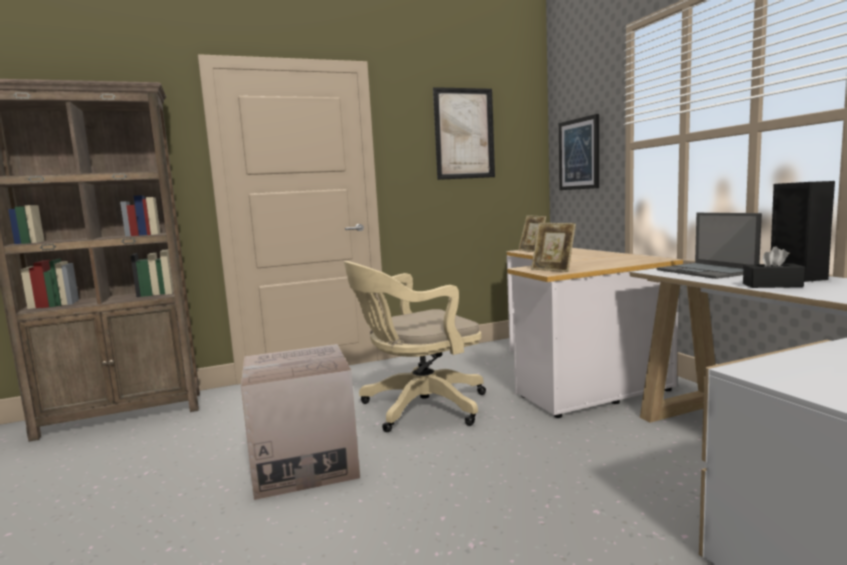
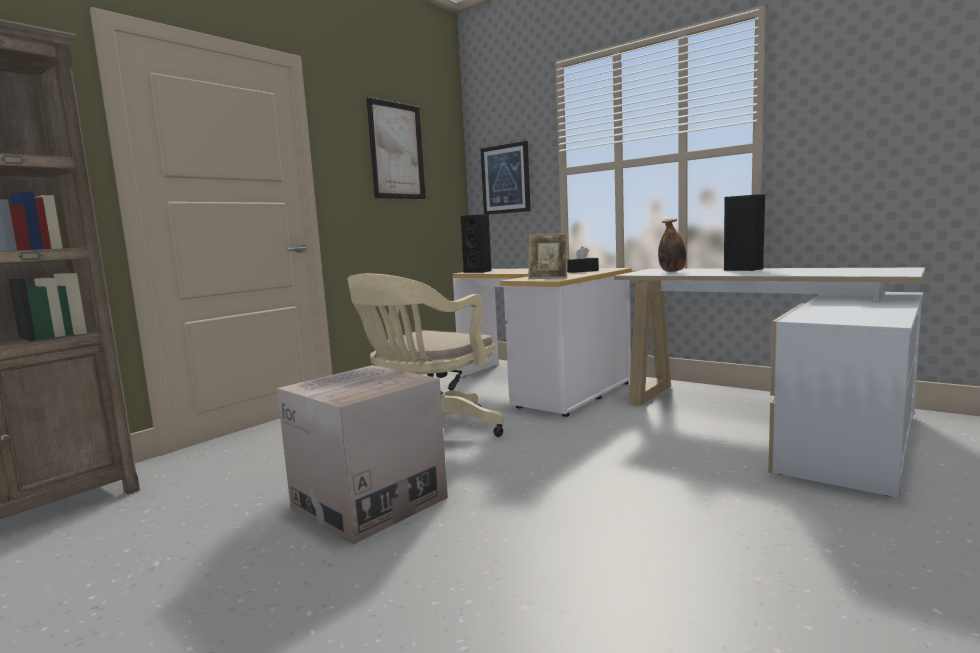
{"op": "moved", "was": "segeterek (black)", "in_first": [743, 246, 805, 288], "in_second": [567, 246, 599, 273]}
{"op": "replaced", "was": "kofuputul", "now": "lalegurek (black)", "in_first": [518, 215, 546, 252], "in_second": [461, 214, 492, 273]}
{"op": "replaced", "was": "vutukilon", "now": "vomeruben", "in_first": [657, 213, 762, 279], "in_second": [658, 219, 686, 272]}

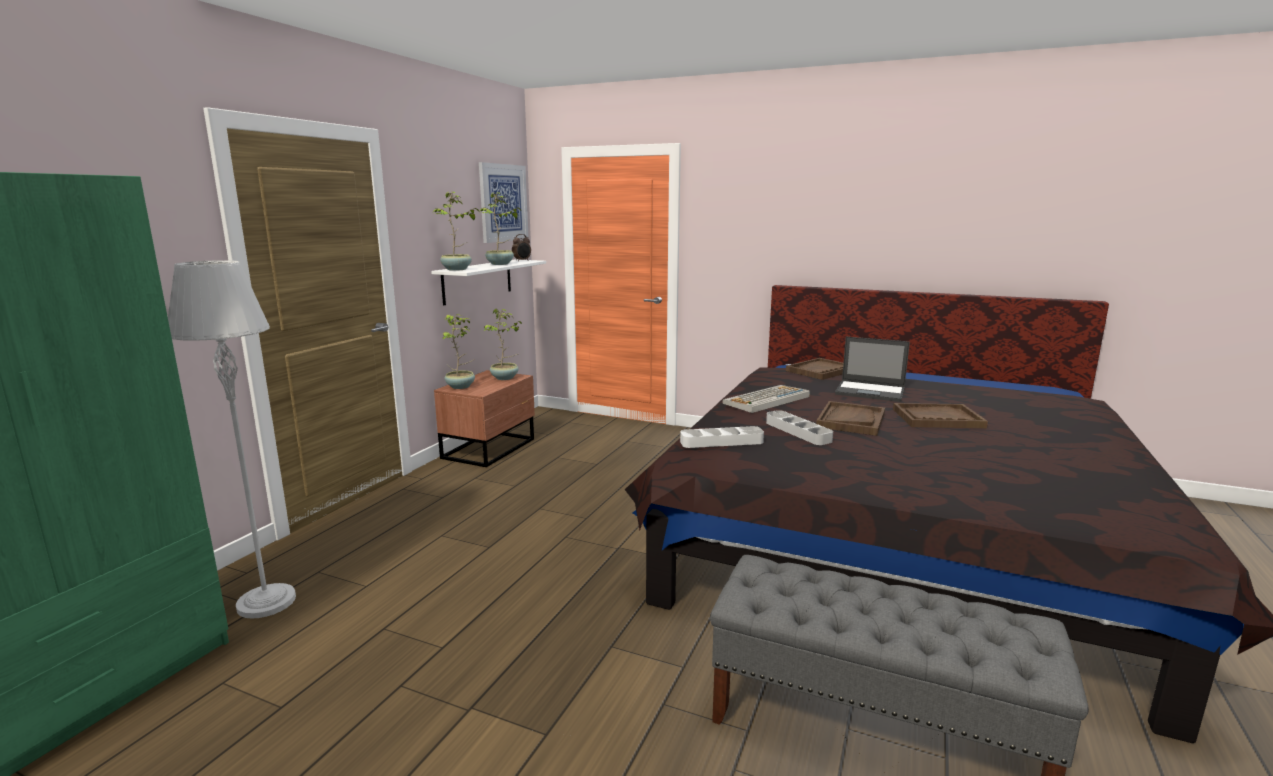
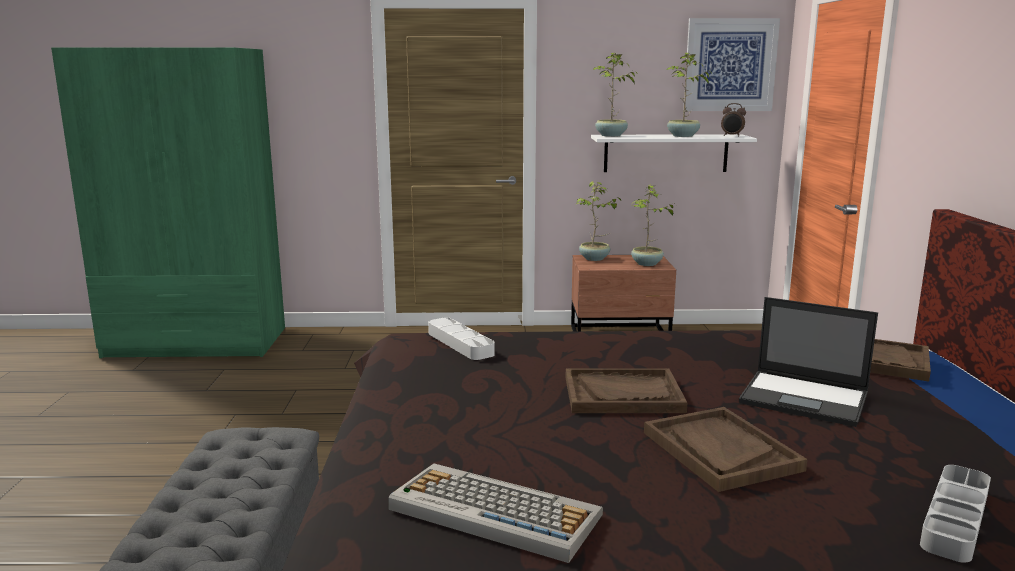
{"op": "removed", "was": "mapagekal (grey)", "in_first": [168, 260, 296, 618]}
{"op": "moved", "was": "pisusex", "in_first": [722, 385, 810, 413], "in_second": [389, 463, 603, 563]}
{"op": "moved", "was": "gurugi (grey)", "in_first": [766, 410, 833, 445], "in_second": [920, 465, 991, 563]}
{"op": "turned", "was": "vutukilon", "in_first": [835, 337, 910, 402], "in_second": [739, 297, 878, 427], "clockwise": -60}

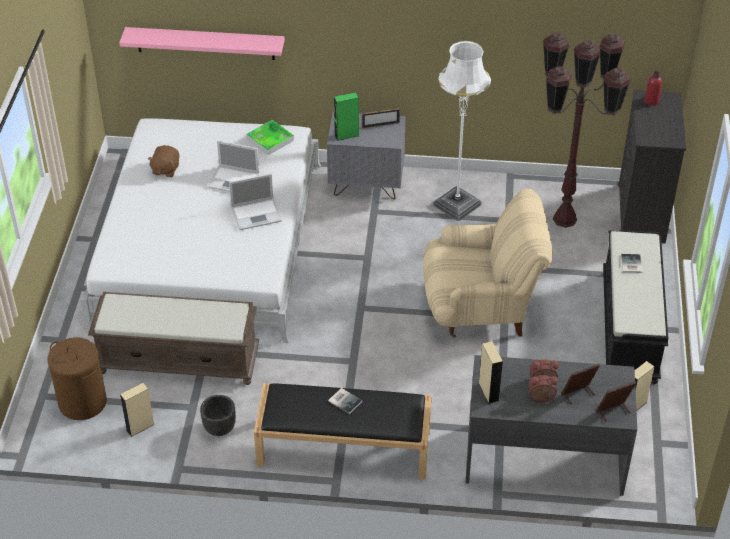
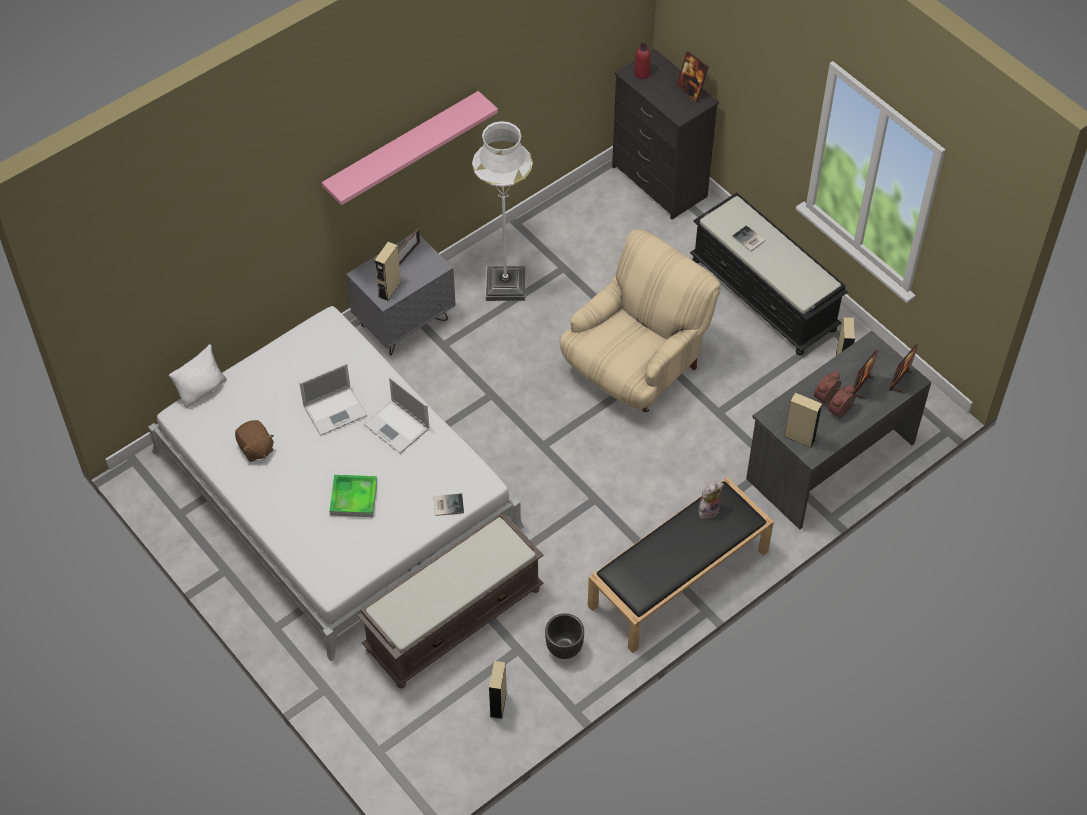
{"op": "removed", "was": "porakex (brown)", "in_first": [47, 337, 107, 420]}
{"op": "removed", "was": "mapagekal (brown)", "in_first": [543, 32, 630, 228]}
{"op": "added", "now": "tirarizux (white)", "in_second": [169, 344, 227, 409]}
{"op": "added", "now": "kofuputul", "in_second": [676, 51, 709, 102]}
{"op": "added", "now": "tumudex", "in_second": [698, 483, 724, 519]}
{"op": "moved", "was": "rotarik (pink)", "in_first": [119, 27, 285, 60], "in_second": [322, 91, 498, 205]}
{"op": "moved", "was": "gurugi", "in_first": [246, 120, 294, 155], "in_second": [329, 475, 377, 517]}
{"op": "moved", "was": "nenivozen", "in_first": [328, 388, 362, 414], "in_second": [433, 493, 464, 516]}
{"op": "recoloured", "was": "lalegurek (green)", "now": "lalegurek (beige)", "in_first": [334, 92, 359, 141], "in_second": [375, 242, 401, 301]}
{"op": "turned", "was": "vutukilon", "in_first": [229, 173, 282, 230], "in_second": [364, 377, 429, 454], "clockwise": 105}

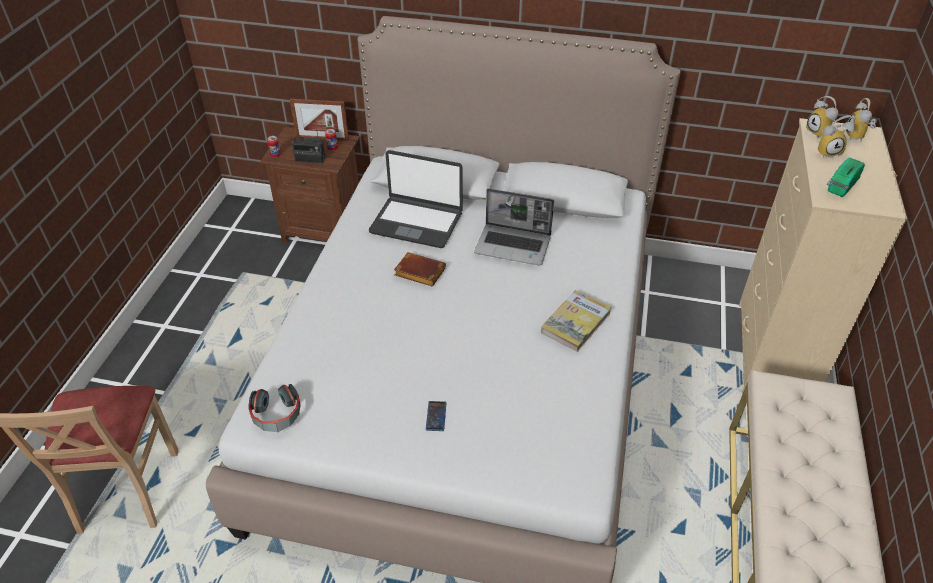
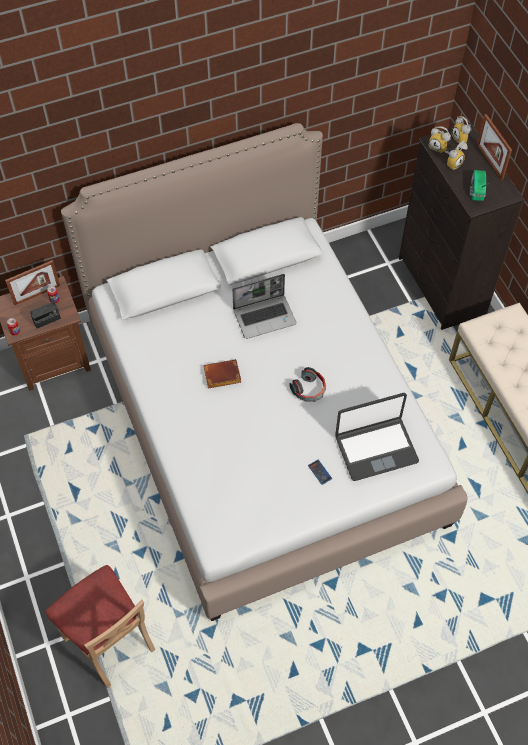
{"op": "removed", "was": "nenivozen", "in_first": [541, 290, 612, 352]}
{"op": "added", "now": "kofuputul", "in_second": [477, 114, 512, 180]}
{"op": "moved", "was": "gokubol", "in_first": [249, 384, 301, 432], "in_second": [289, 367, 326, 402]}
{"op": "moved", "was": "vutukilon", "in_first": [369, 150, 463, 248], "in_second": [335, 393, 419, 481]}
{"op": "recoloured", "was": "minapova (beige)", "now": "minapova (black)", "in_first": [739, 118, 907, 394], "in_second": [399, 122, 525, 330]}

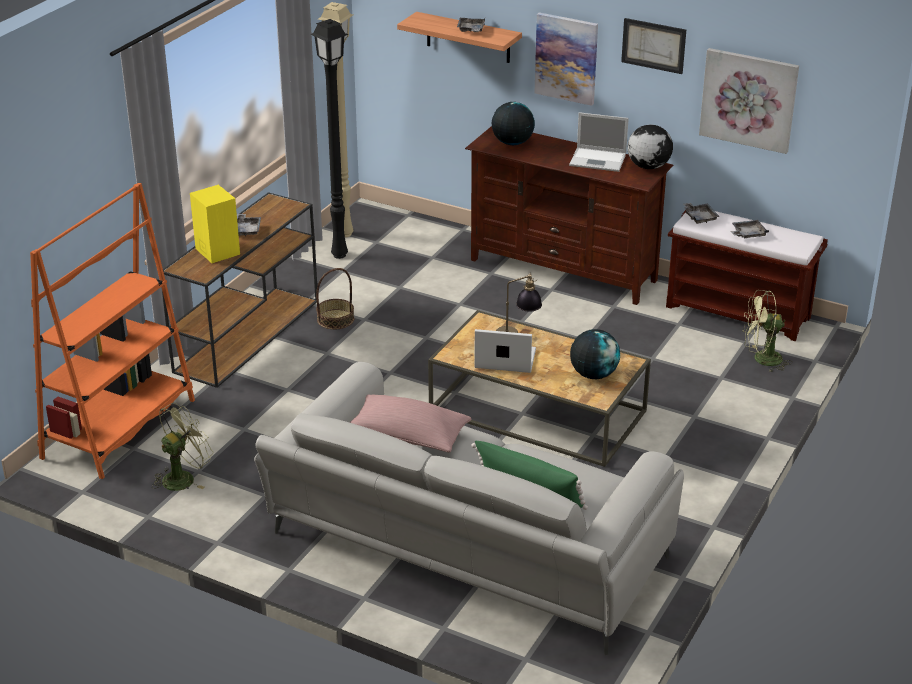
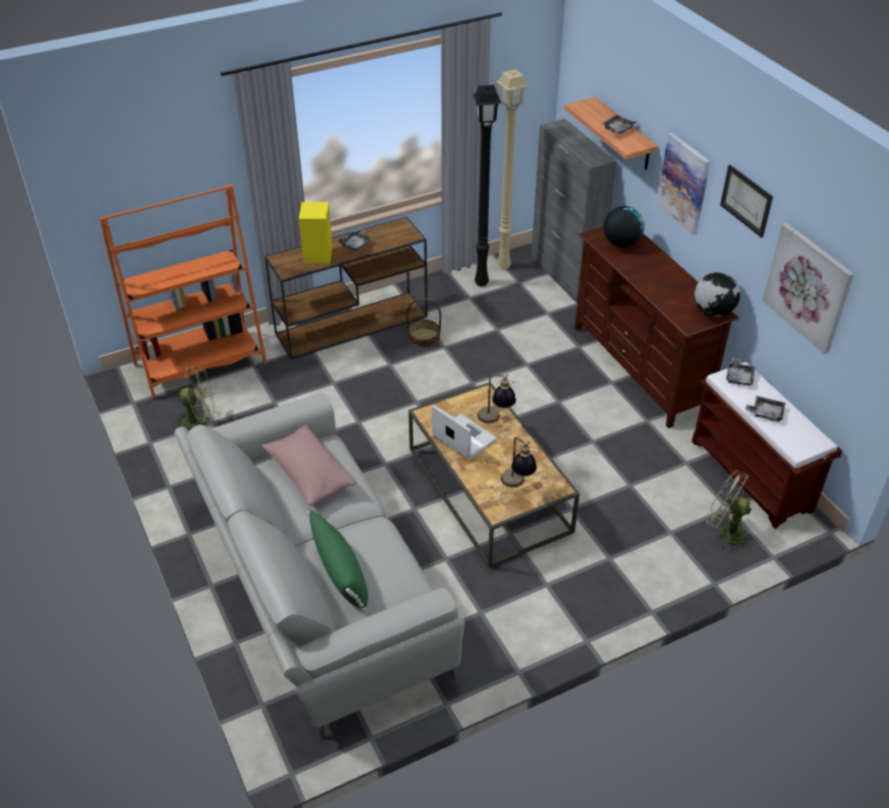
{"op": "removed", "was": "vutukilon", "in_first": [569, 112, 629, 172]}
{"op": "added", "now": "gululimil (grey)", "in_second": [531, 118, 617, 303]}
{"op": "replaced", "was": "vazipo", "now": "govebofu", "in_first": [570, 329, 620, 379], "in_second": [501, 437, 537, 488]}

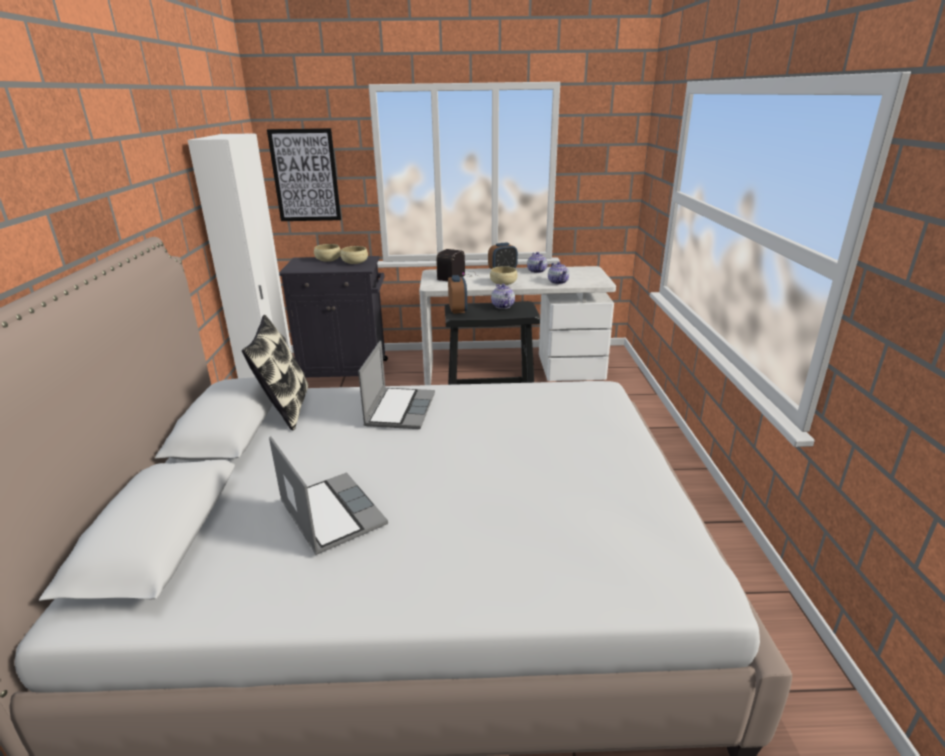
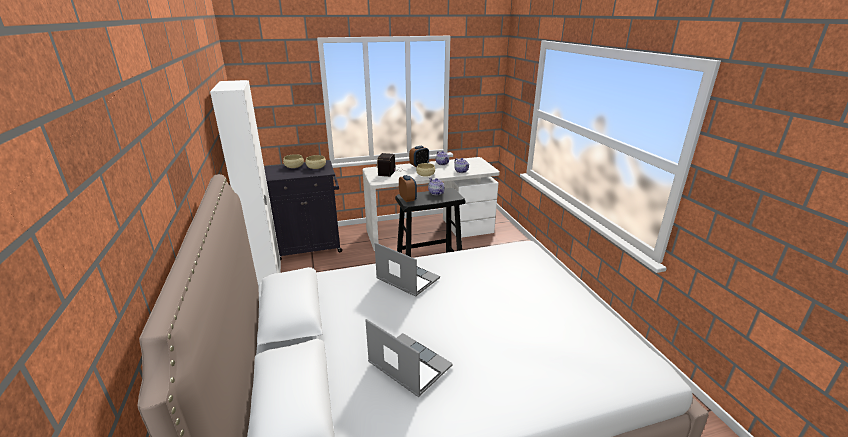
{"op": "removed", "was": "tirarizux", "in_first": [242, 315, 308, 431]}
{"op": "removed", "was": "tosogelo", "in_first": [267, 128, 341, 221]}
{"op": "turned", "was": "vutukilon", "in_first": [358, 340, 435, 429], "in_second": [375, 242, 440, 297], "clockwise": -45}

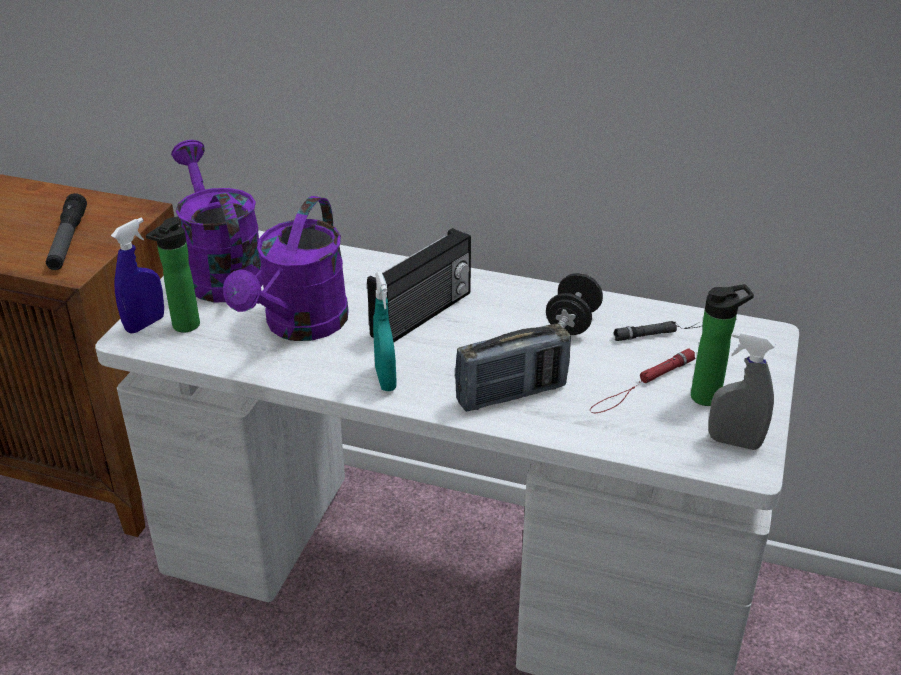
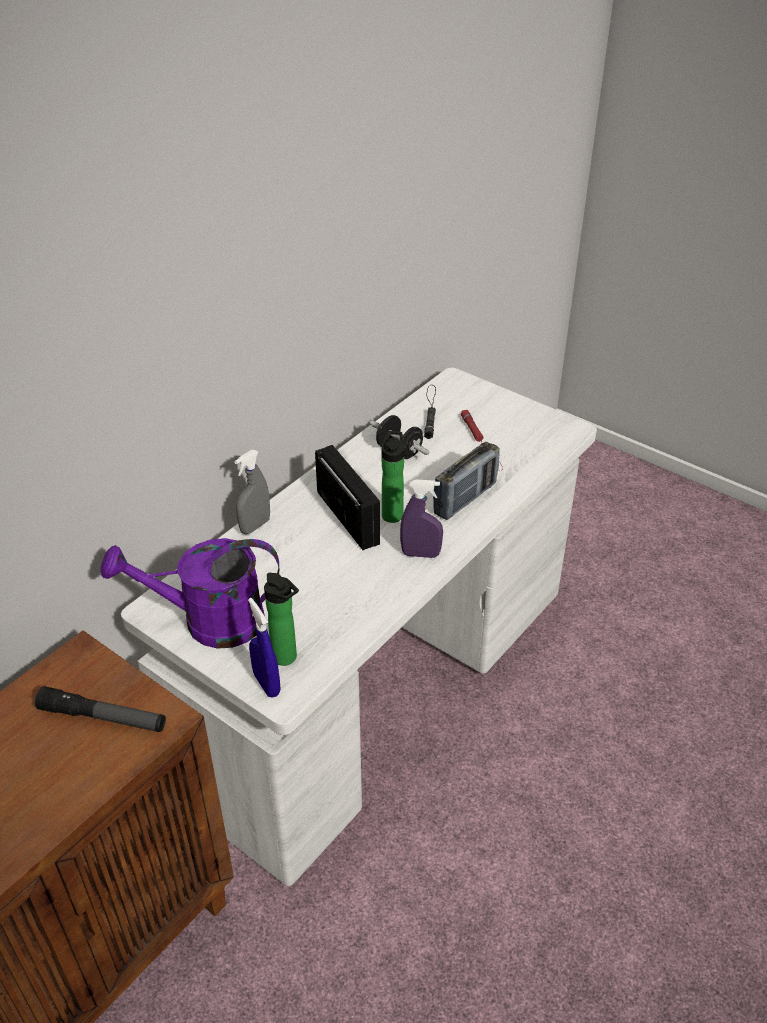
{"op": "removed", "was": "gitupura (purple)", "in_first": [223, 196, 349, 341]}
{"op": "moved", "was": "vomeruben", "in_first": [691, 284, 754, 406], "in_second": [382, 431, 404, 523]}
{"op": "moved", "was": "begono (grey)", "in_first": [709, 331, 775, 450], "in_second": [234, 450, 270, 534]}
{"op": "recoloured", "was": "begono (turquoise)", "now": "begono (purple)", "in_first": [373, 272, 396, 391], "in_second": [400, 479, 443, 558]}
{"op": "turned", "was": "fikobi", "in_first": [455, 324, 571, 412], "in_second": [433, 442, 500, 520], "clockwise": 45}

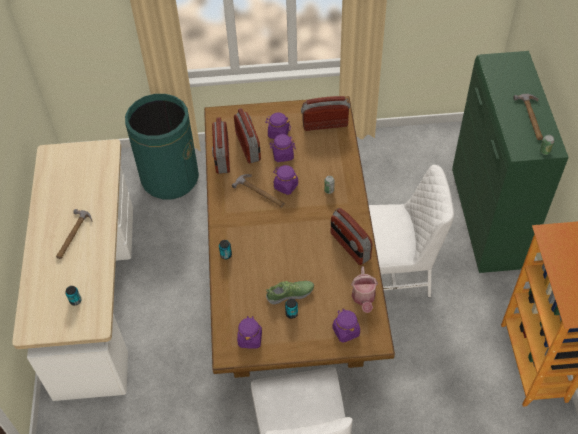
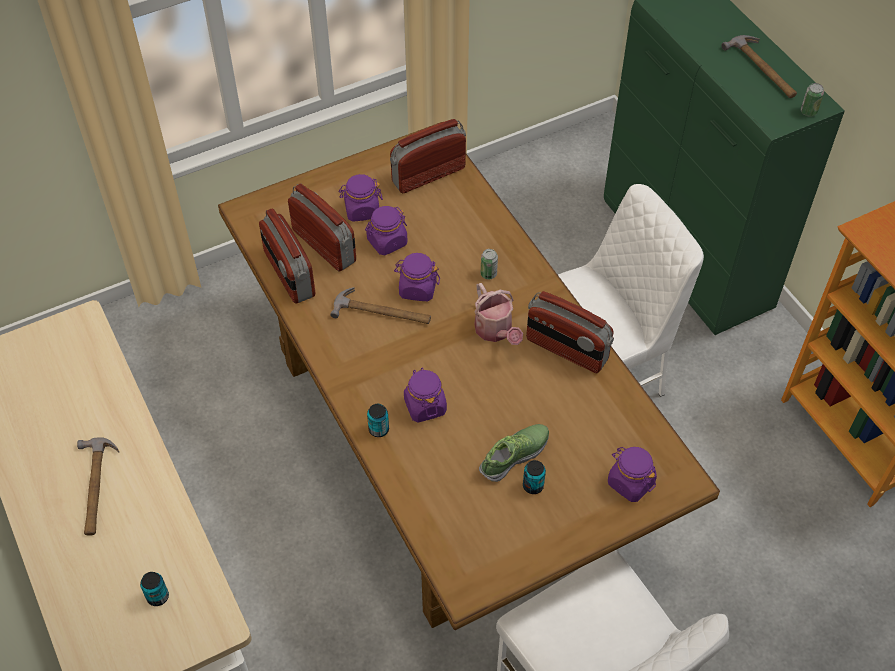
{"op": "removed", "was": "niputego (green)", "in_first": [125, 94, 199, 199]}
{"op": "moved", "was": "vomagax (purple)", "in_first": [237, 316, 262, 349], "in_second": [404, 368, 447, 422]}
{"op": "moved", "was": "gitupura", "in_first": [351, 266, 378, 313], "in_second": [474, 283, 523, 345]}

